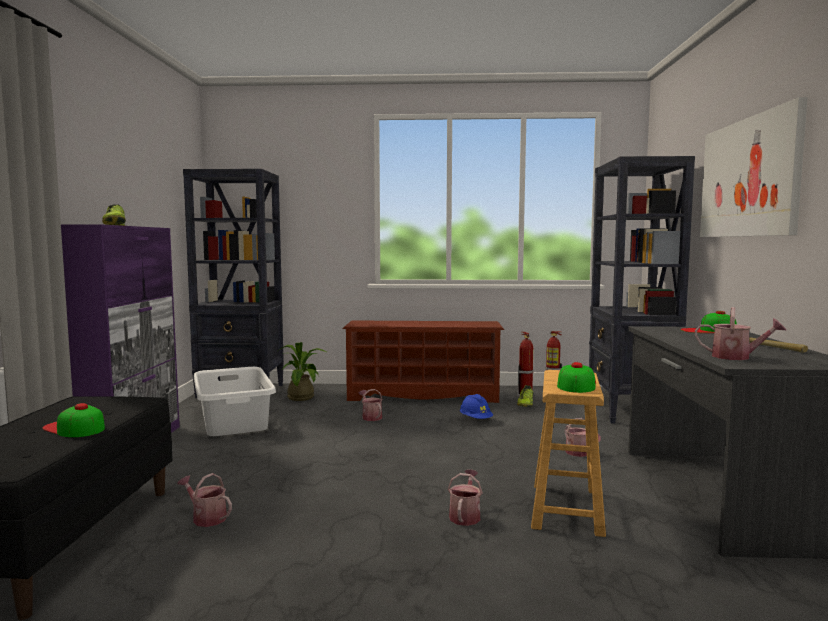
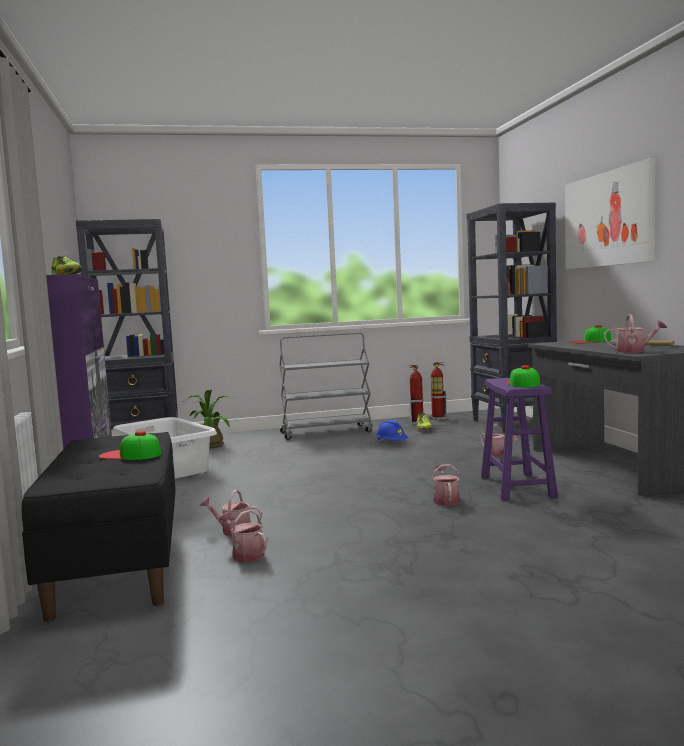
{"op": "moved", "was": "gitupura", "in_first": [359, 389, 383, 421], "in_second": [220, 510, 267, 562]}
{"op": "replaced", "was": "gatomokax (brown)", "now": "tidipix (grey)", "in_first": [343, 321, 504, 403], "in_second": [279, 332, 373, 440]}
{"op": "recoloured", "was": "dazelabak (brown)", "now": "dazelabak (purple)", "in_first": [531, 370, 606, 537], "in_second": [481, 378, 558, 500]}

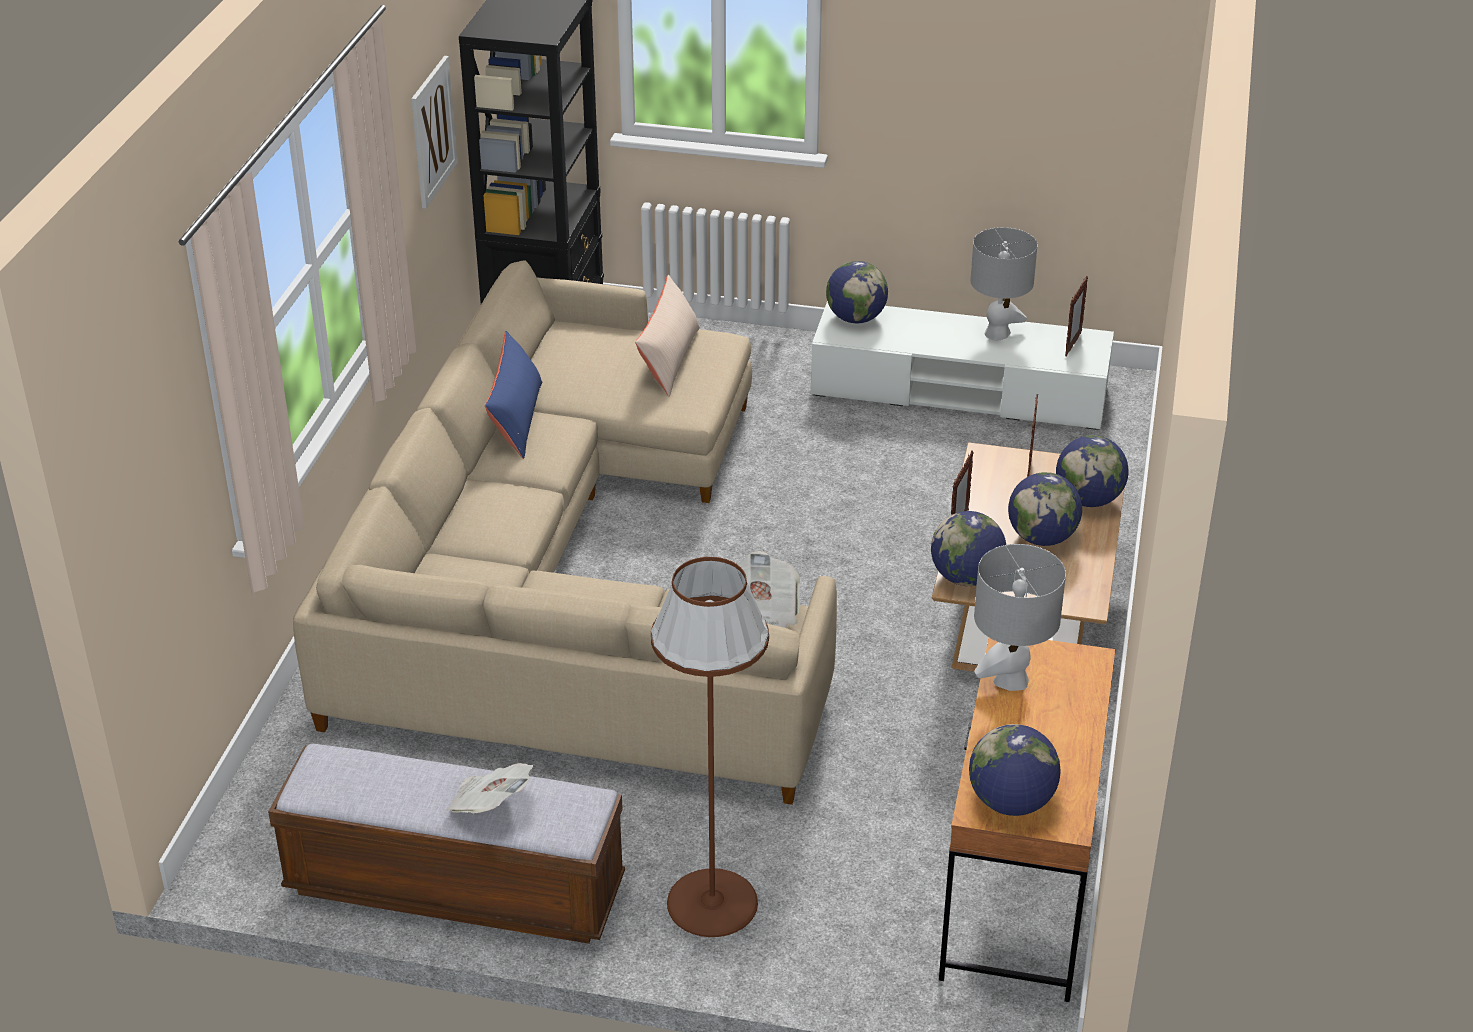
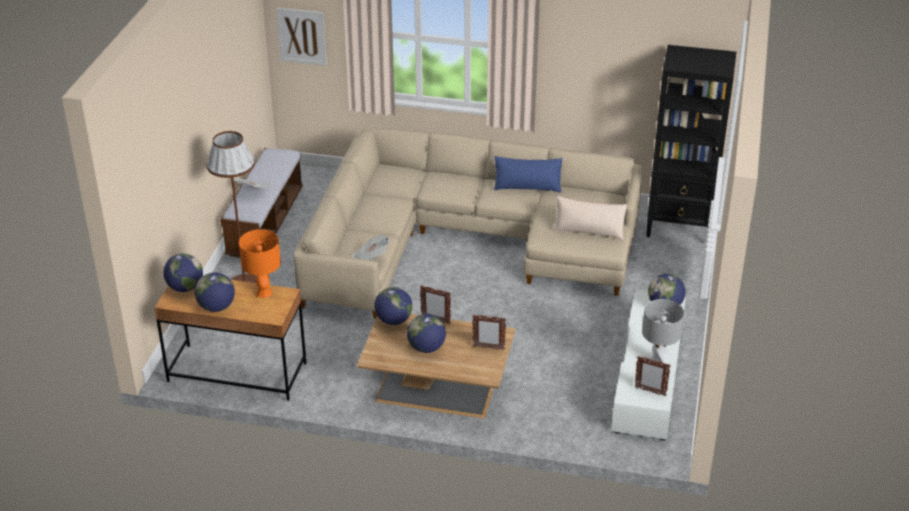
{"op": "moved", "was": "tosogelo", "in_first": [411, 56, 458, 209], "in_second": [276, 8, 327, 66]}
{"op": "moved", "was": "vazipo", "in_first": [1056, 435, 1129, 507], "in_second": [195, 272, 235, 312]}
{"op": "recoloured", "was": "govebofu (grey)", "now": "govebofu (orange)", "in_first": [974, 544, 1066, 691], "in_second": [239, 229, 281, 298]}

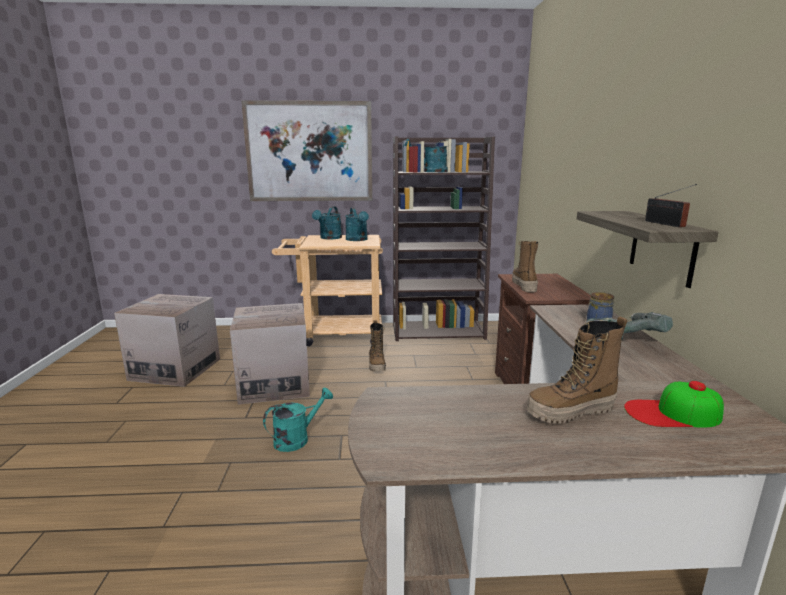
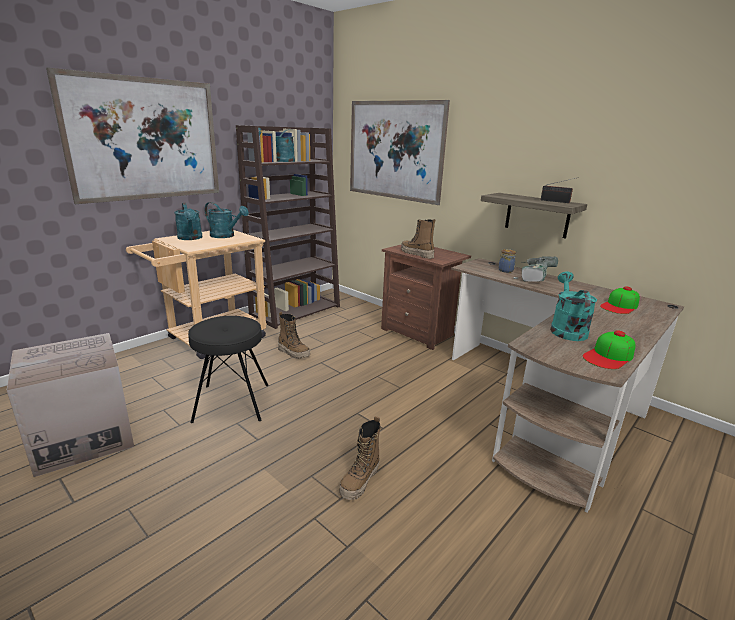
{"op": "added", "now": "tosogelo", "in_second": [350, 100, 450, 205]}
{"op": "added", "now": "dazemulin", "in_second": [583, 330, 636, 369]}
{"op": "moved", "was": "gitupura (turquoise)", "in_first": [263, 387, 333, 452], "in_second": [550, 271, 597, 341]}
{"op": "moved", "was": "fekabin", "in_first": [527, 316, 627, 424], "in_second": [339, 416, 380, 500]}
{"op": "replaced", "was": "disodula", "now": "dazelabak (black)", "in_first": [230, 303, 310, 405], "in_second": [188, 316, 268, 423]}

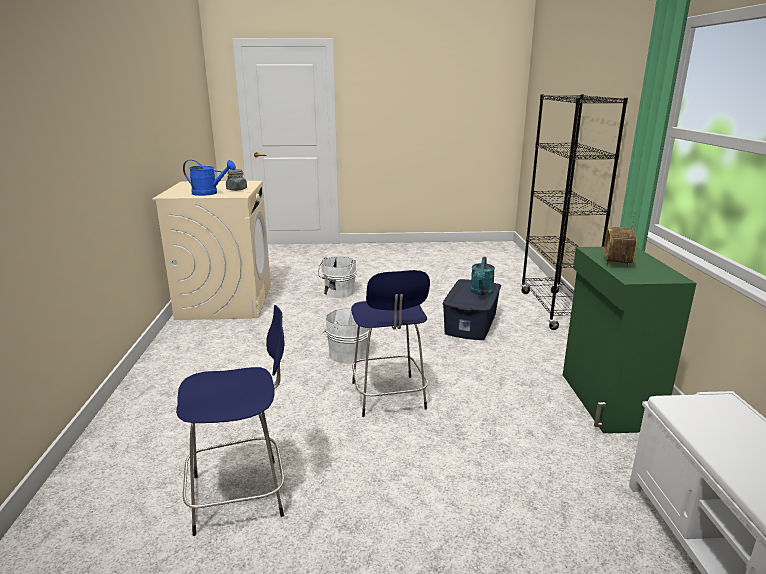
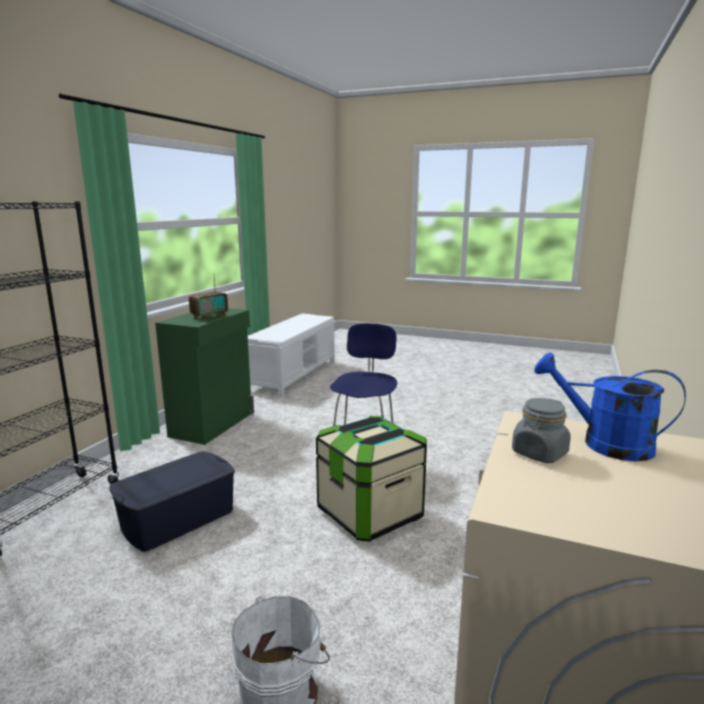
{"op": "removed", "was": "dazelabak (blue)", "in_first": [176, 305, 284, 536]}
{"op": "removed", "was": "gitupura (turquoise)", "in_first": [470, 257, 495, 295]}
{"op": "replaced", "was": "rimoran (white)", "now": "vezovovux", "in_first": [322, 308, 370, 364], "in_second": [316, 416, 427, 542]}

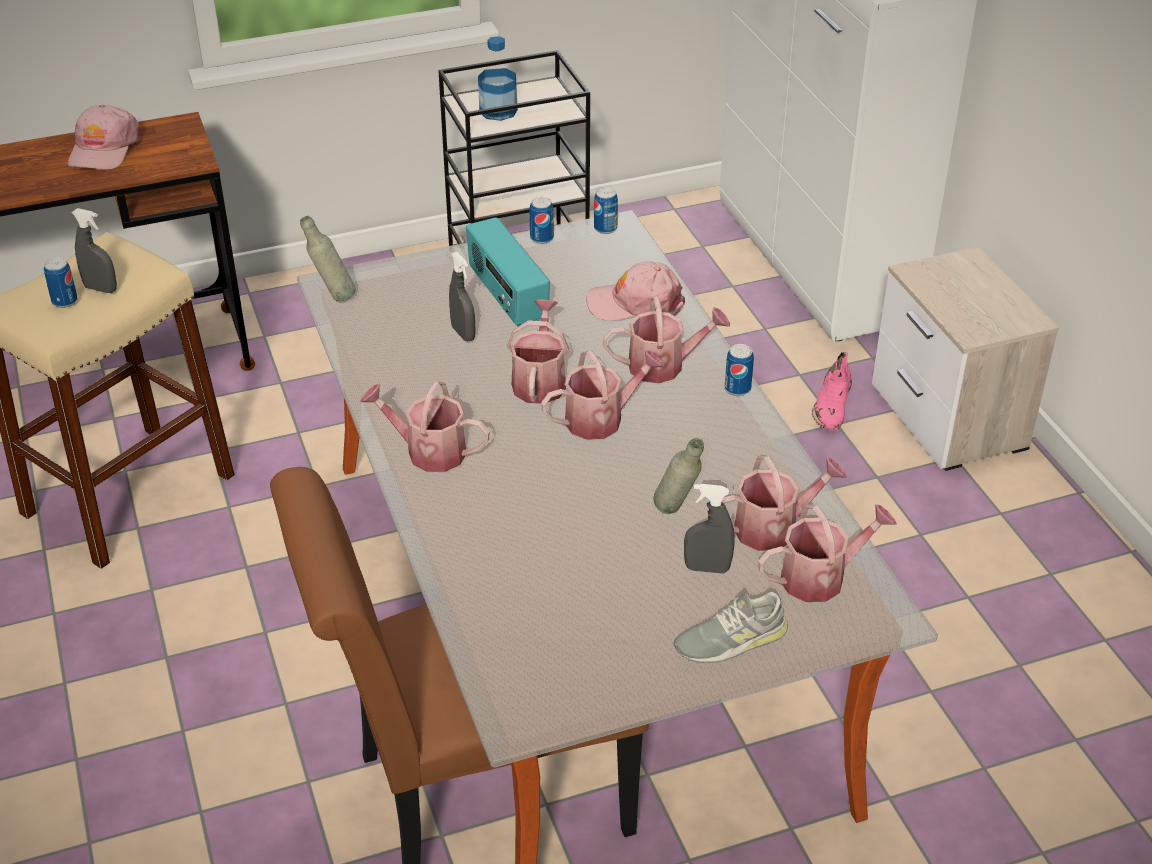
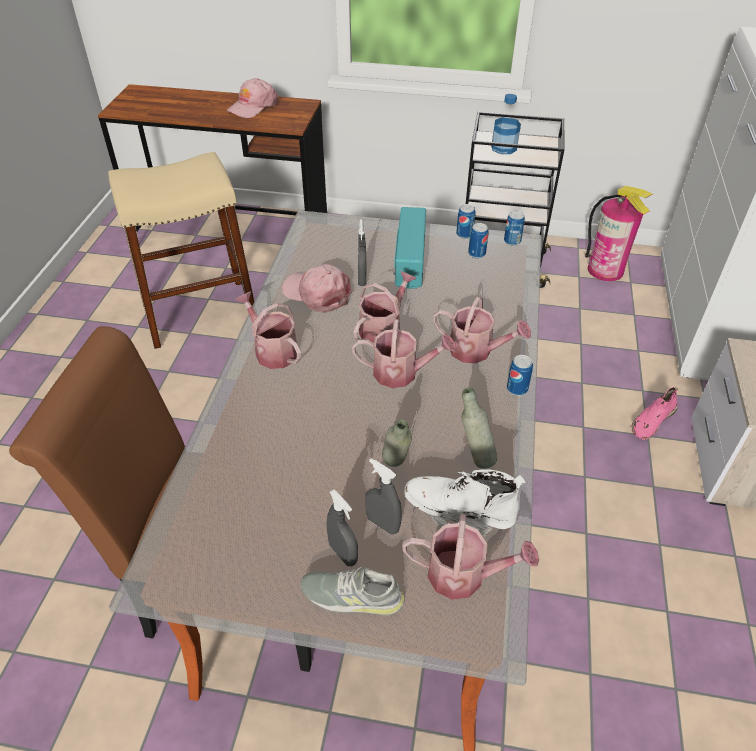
{"op": "added", "now": "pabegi", "in_second": [585, 186, 653, 281]}
{"op": "moved", "was": "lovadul", "in_first": [44, 257, 78, 308], "in_second": [468, 223, 488, 258]}
{"op": "moved", "was": "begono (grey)", "in_first": [72, 208, 117, 293], "in_second": [327, 489, 358, 566]}
{"op": "moved", "was": "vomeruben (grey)", "in_first": [300, 216, 356, 302], "in_second": [462, 388, 497, 469]}
{"op": "moved", "was": "dazemulin (pink)", "in_first": [586, 261, 685, 321], "in_second": [282, 264, 352, 313]}
{"op": "replaced", "was": "gitupura", "now": "fekabin (white)", "in_first": [721, 456, 847, 551], "in_second": [404, 469, 526, 537]}

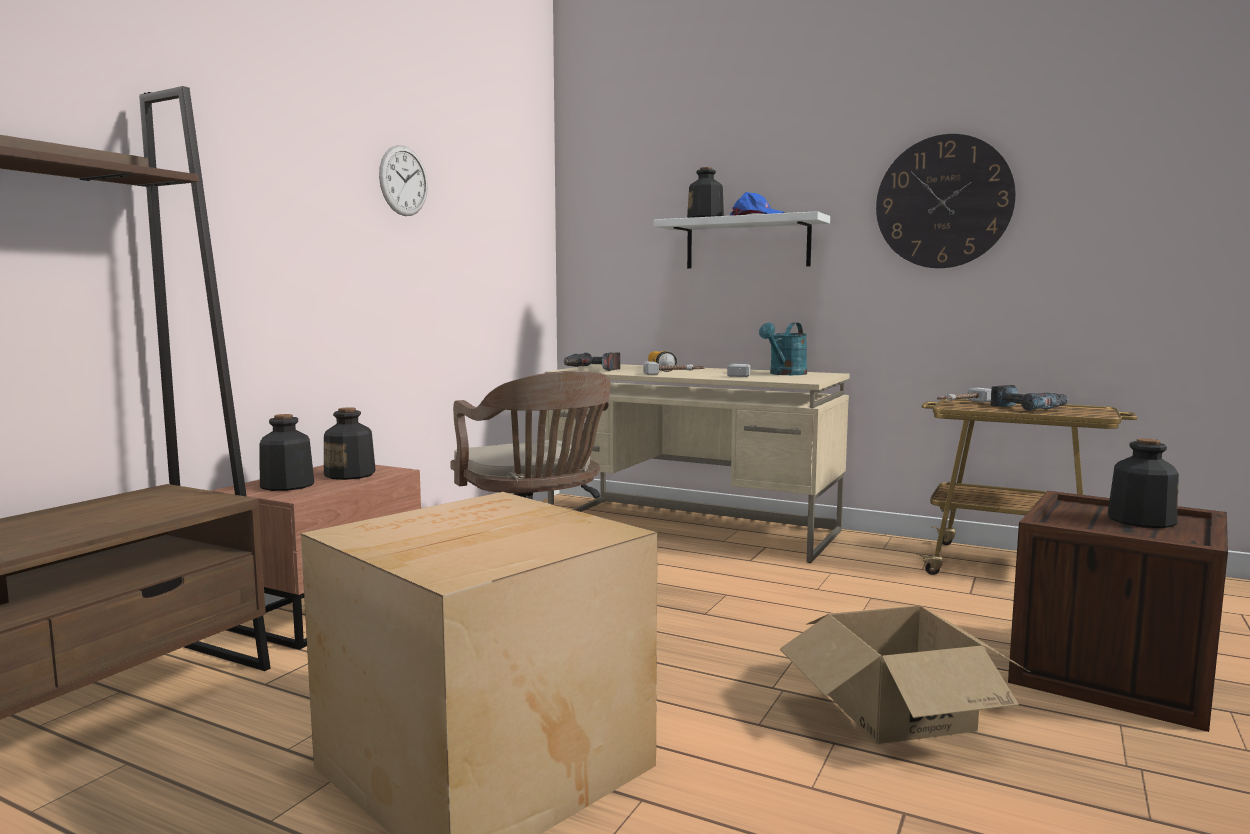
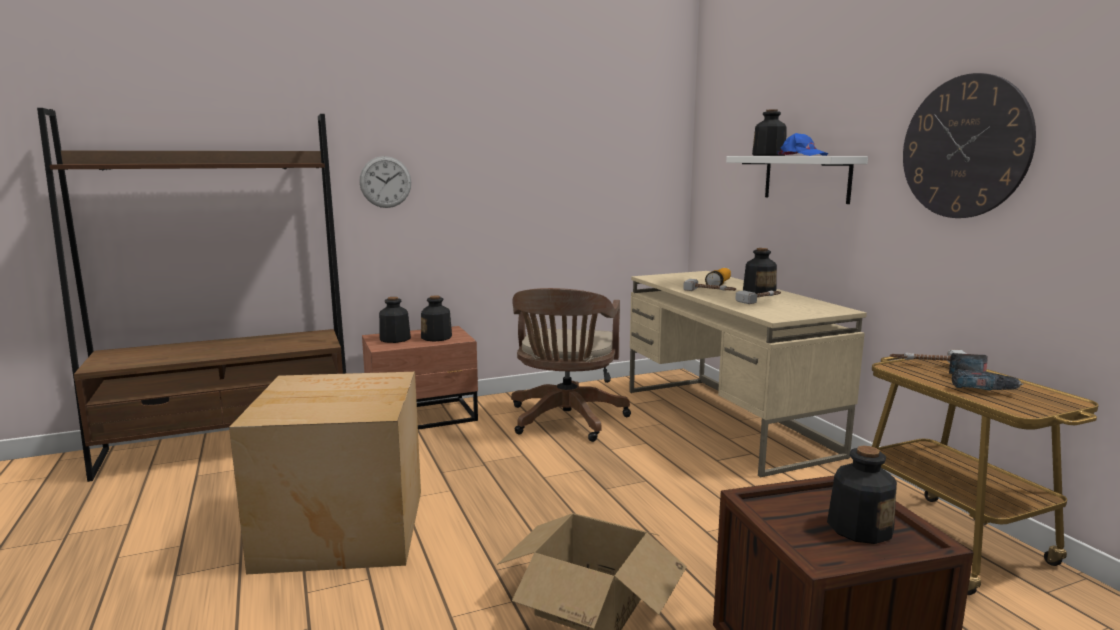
{"op": "removed", "was": "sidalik", "in_first": [564, 352, 620, 371]}
{"op": "removed", "was": "gitupura (turquoise)", "in_first": [759, 322, 807, 375]}
{"op": "added", "now": "vomeruben", "in_second": [743, 248, 777, 294]}
{"op": "moved", "was": "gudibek", "in_first": [379, 145, 428, 216], "in_second": [359, 156, 411, 208]}

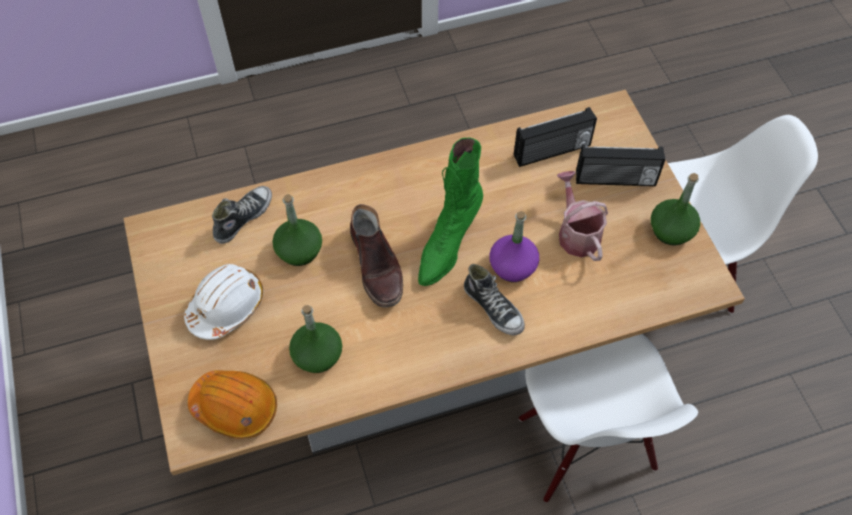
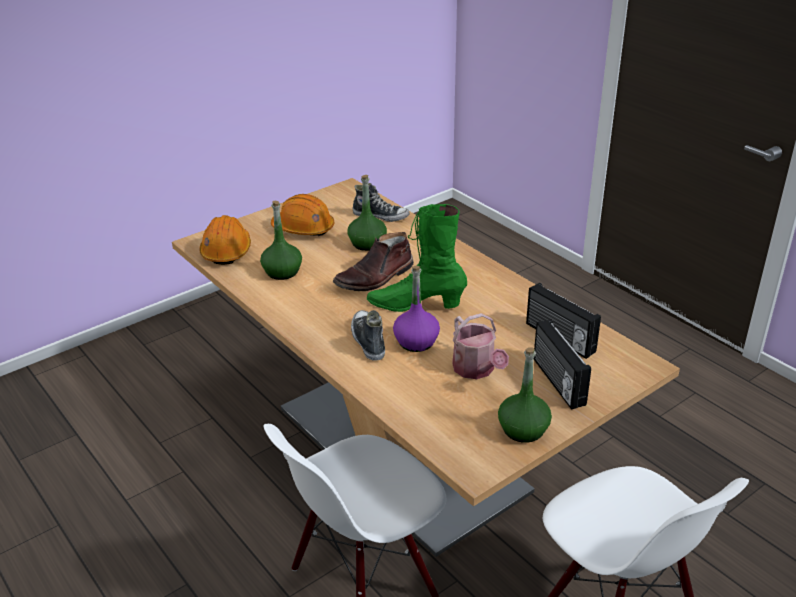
{"op": "recoloured", "was": "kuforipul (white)", "now": "kuforipul (orange)", "in_first": [184, 264, 264, 340], "in_second": [271, 194, 334, 236]}
{"op": "turned", "was": "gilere", "in_first": [464, 264, 525, 335], "in_second": [351, 310, 385, 361], "clockwise": 135}
{"op": "turned", "was": "gitupura", "in_first": [557, 171, 608, 261], "in_second": [452, 313, 509, 379], "clockwise": 105}

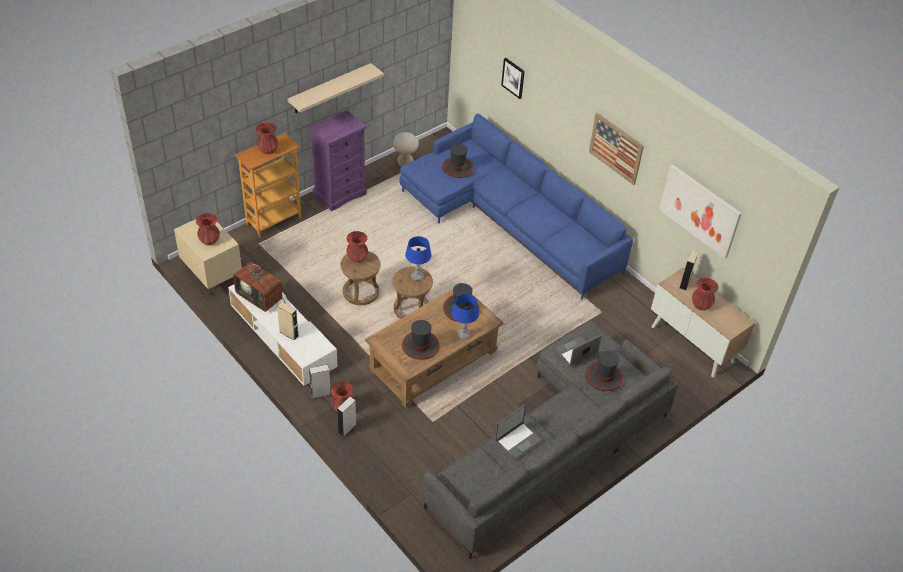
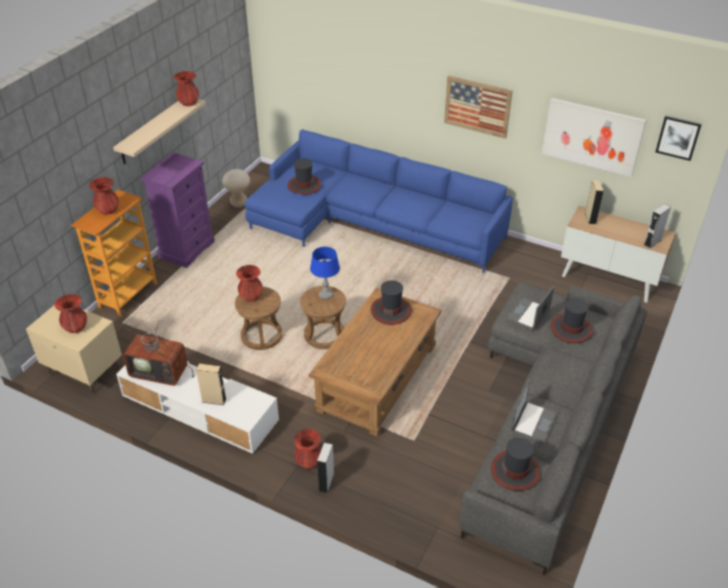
{"op": "removed", "was": "govebofu (blue)", "in_first": [452, 294, 479, 339]}
{"op": "moved", "was": "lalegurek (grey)", "in_first": [309, 364, 331, 399], "in_second": [644, 204, 671, 248]}
{"op": "moved", "was": "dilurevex", "in_first": [402, 320, 439, 360], "in_second": [491, 437, 540, 491]}
{"op": "moved", "was": "tosogelo", "in_first": [501, 58, 525, 99], "in_second": [656, 115, 702, 161]}
{"op": "moved", "was": "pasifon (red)", "in_first": [692, 278, 719, 310], "in_second": [174, 71, 199, 106]}

